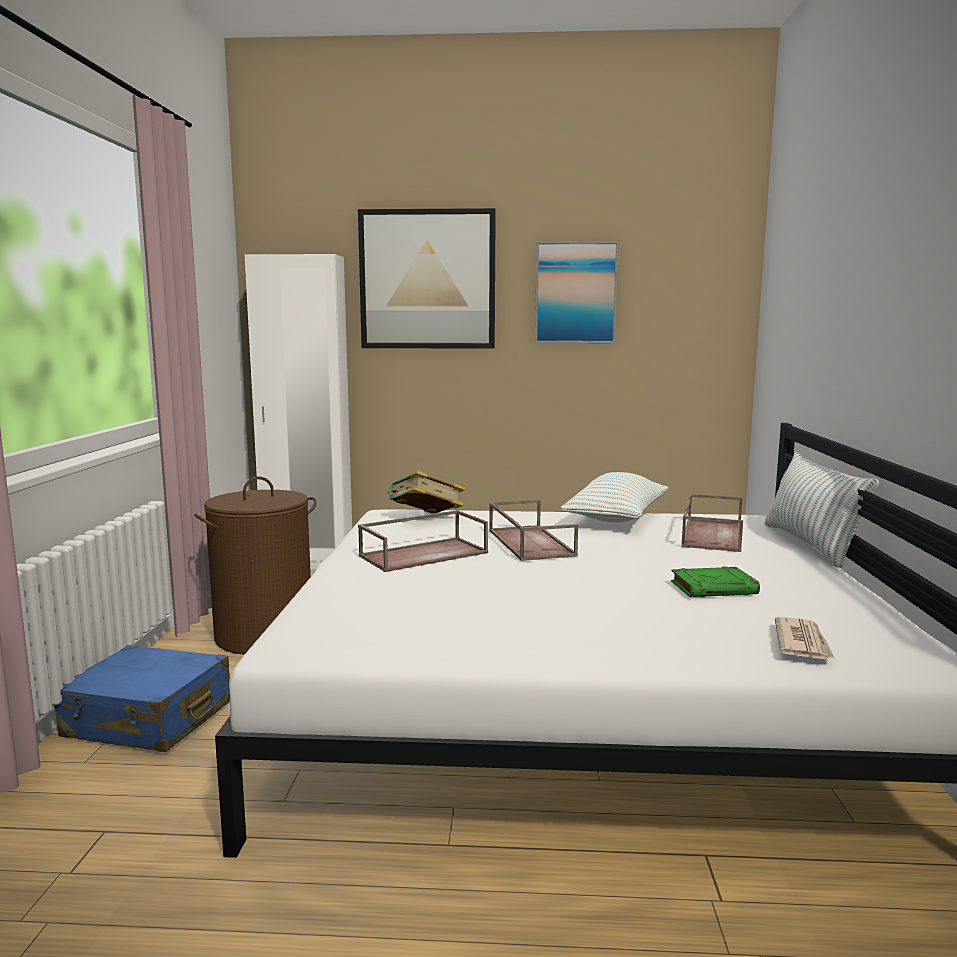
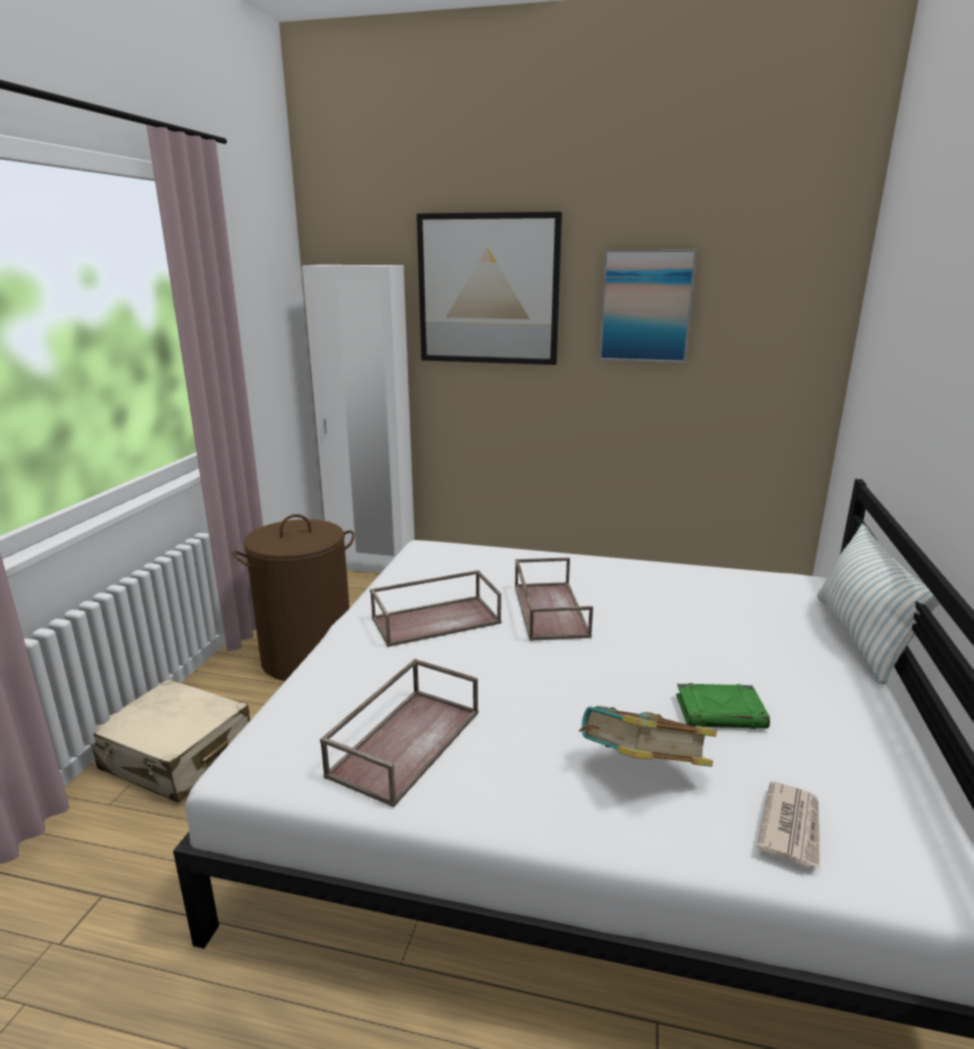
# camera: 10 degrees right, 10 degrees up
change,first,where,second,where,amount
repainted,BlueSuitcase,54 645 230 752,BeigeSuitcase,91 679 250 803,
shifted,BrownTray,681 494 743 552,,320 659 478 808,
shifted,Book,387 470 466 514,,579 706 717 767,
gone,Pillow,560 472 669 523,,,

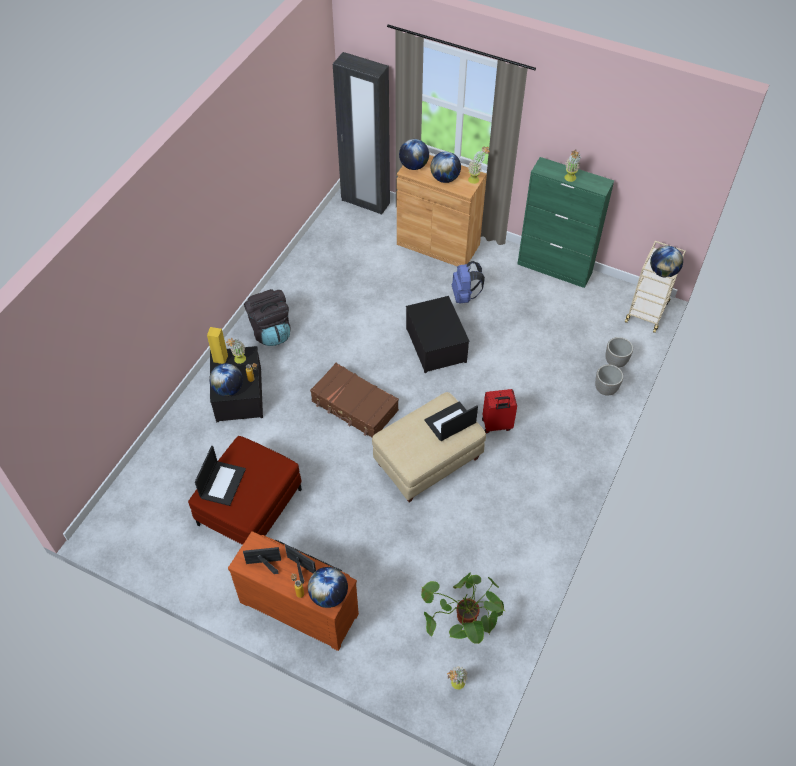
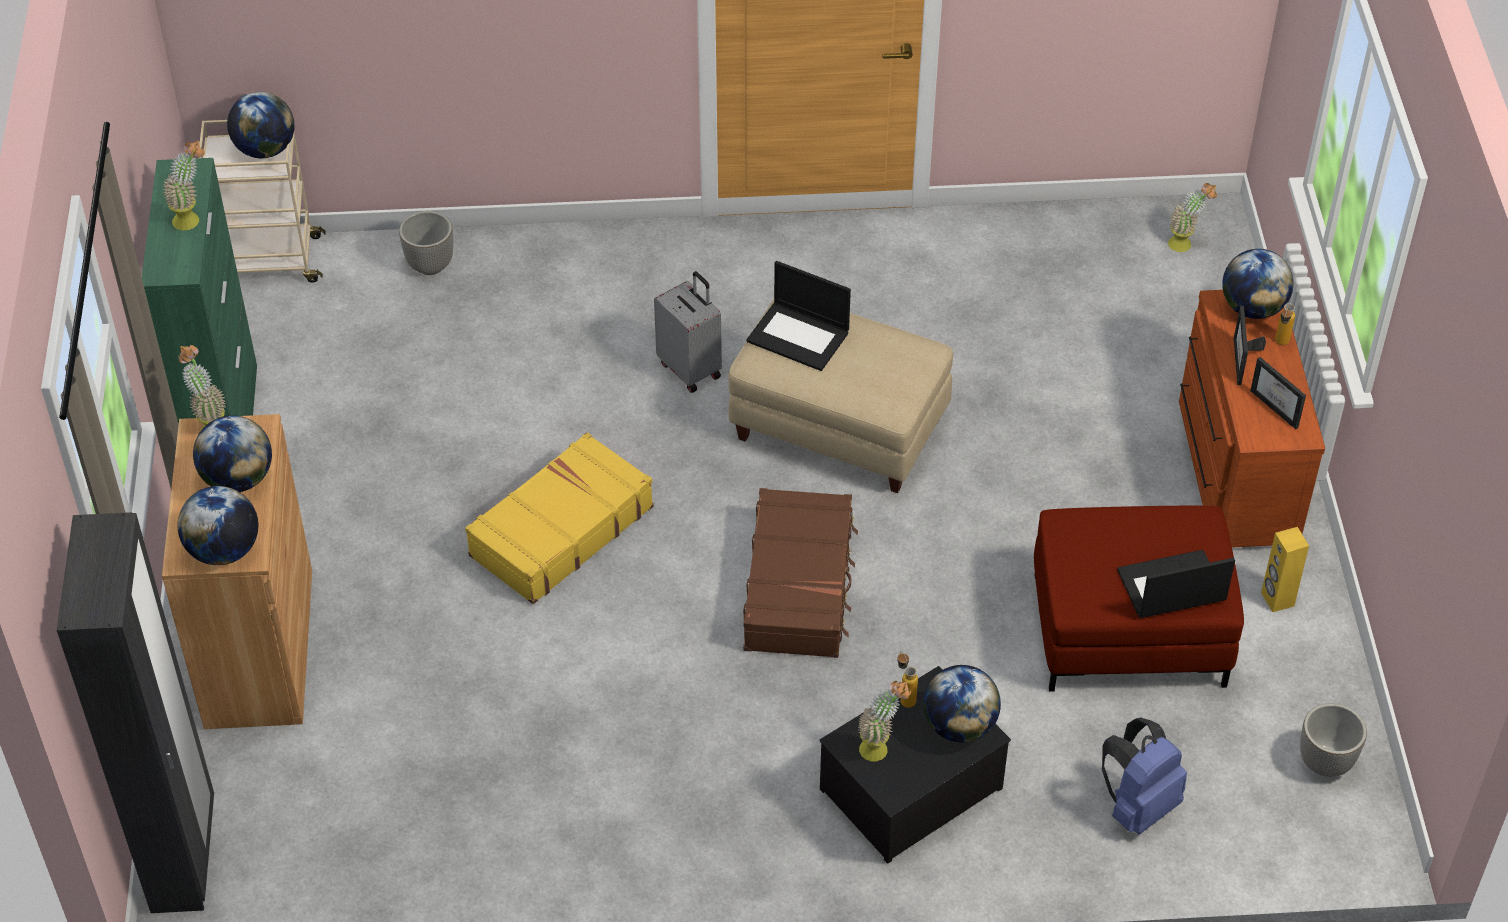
# camera: 120 degrees left, 5 degrees down
change,first,where,second,where,amount
swapped,StorageBox,406 296 470 373,YellowSuitcase,465 432 653 604,
repainted,RedSuitcase,482 389 517 433,GreySuitcase,654 271 722 393,
shifted,BlueBackpack,452 261 485 304,,1102 717 1187 834,
shifted,YellowSpeaker,207 327 228 364,,1261 527 1309 612,
shifted,Planter,595 365 623 396,,1300 703 1367 777,
gone,BlackBackpack,244 289 291 346,,,
gone,PottedPlant,421 573 505 644,,,

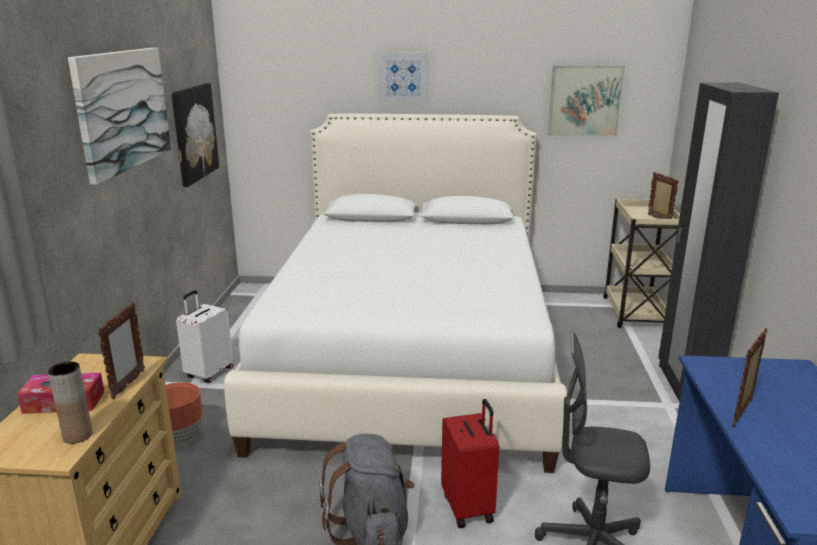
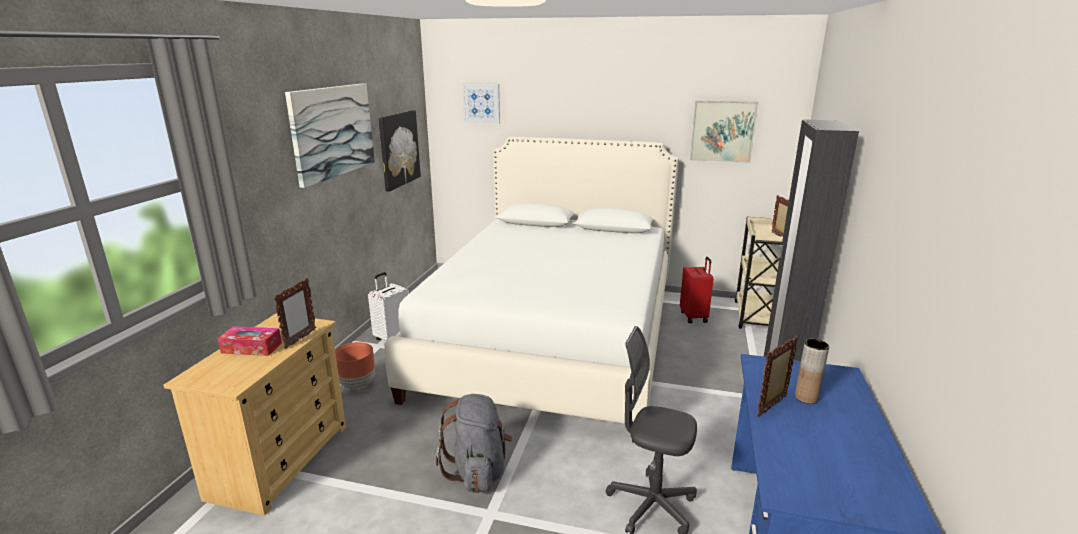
# camera: 10 degrees right, 0 degrees up
change,first,where,second,where,amount
shifted,Picture,379 53 428 103,,462 83 500 124,
shifted,RedSuitcase,441 399 499 528,,680 257 714 323,
shifted,BrownVase,48 361 93 444,,795 339 829 404,

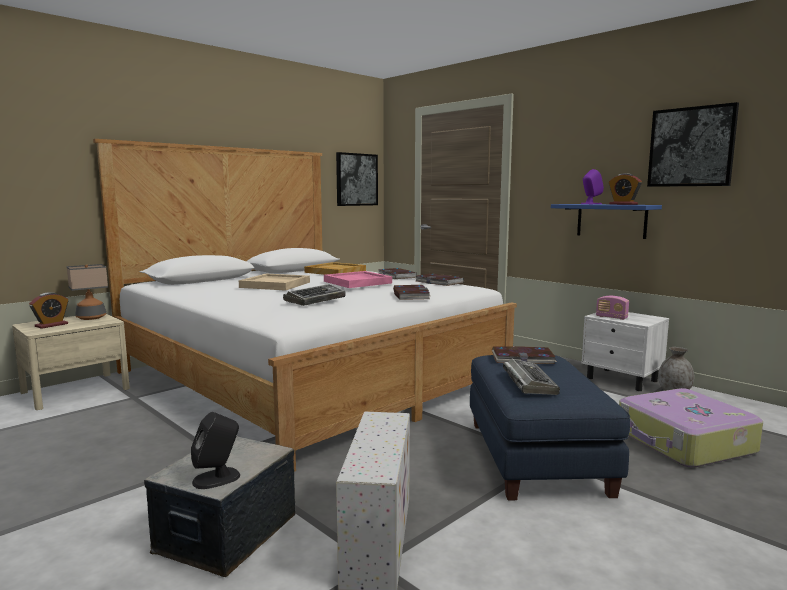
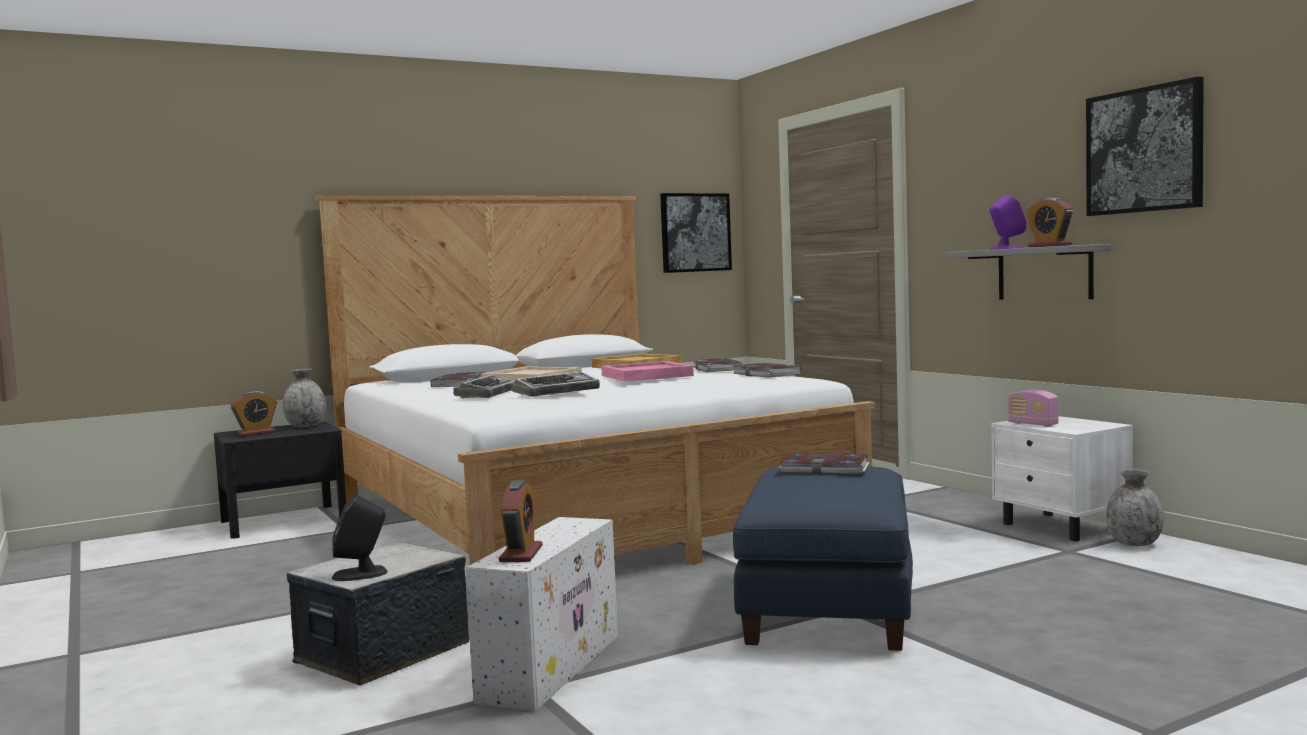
# camera: 15 degrees right, 5 degrees down
change,first,where,second,where,amount
repainted,BeigeNightstand,12 314 130 410,BlackNightstand,214 422 346 539,
swapped,TableLamp,66 264 108 320,GreyVase,283 369 326 427,
shifted,Book,393 285 431 300,,431 372 486 387,
shifted,Keyboard,503 359 560 395,,453 375 515 399,
new,,,AlarmClock,499 480 543 562,
repainted,BlueShelf,551 204 662 239,GreyShelf,946 244 1111 299,
gone,Suitcase,619 388 763 468,,,

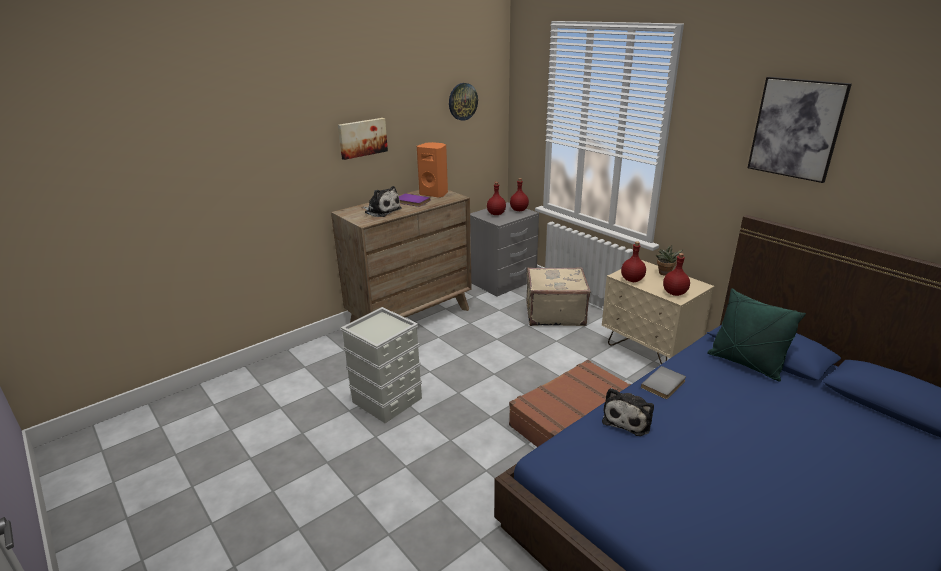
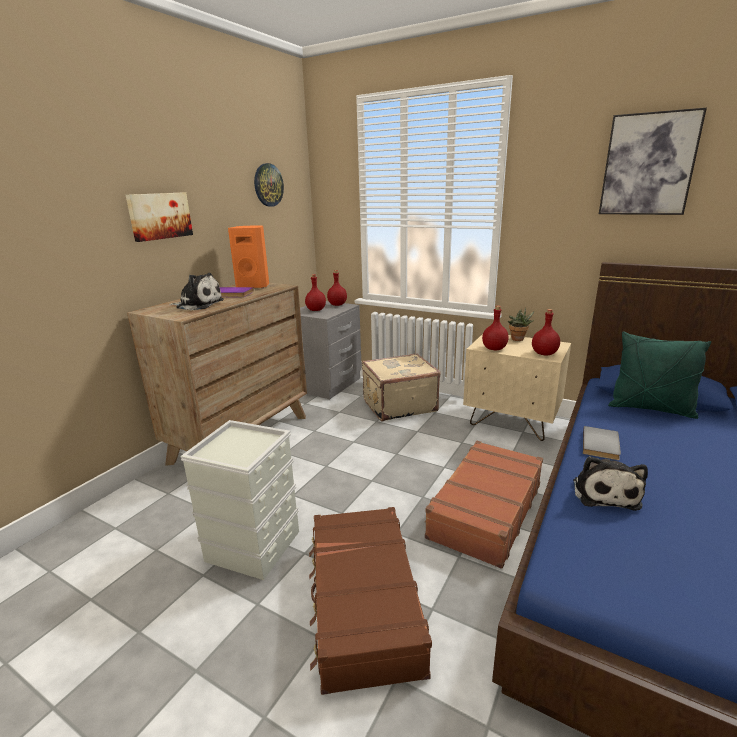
# camera: 20 degrees left, 5 degrees down
change,first,where,second,where,amount
new,,,BrownSuitcase,309 507 432 695,

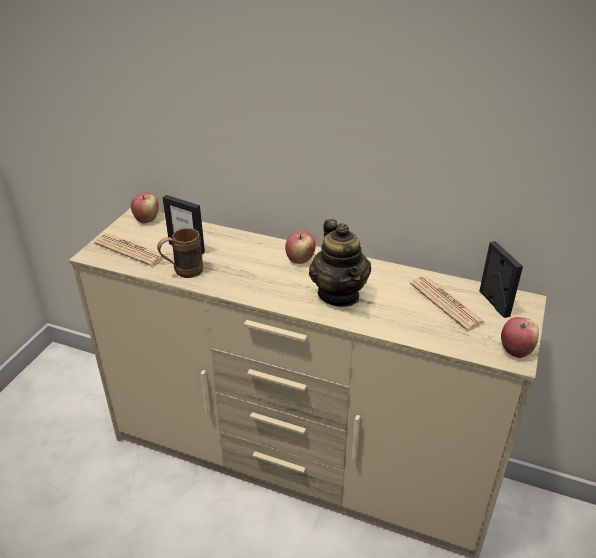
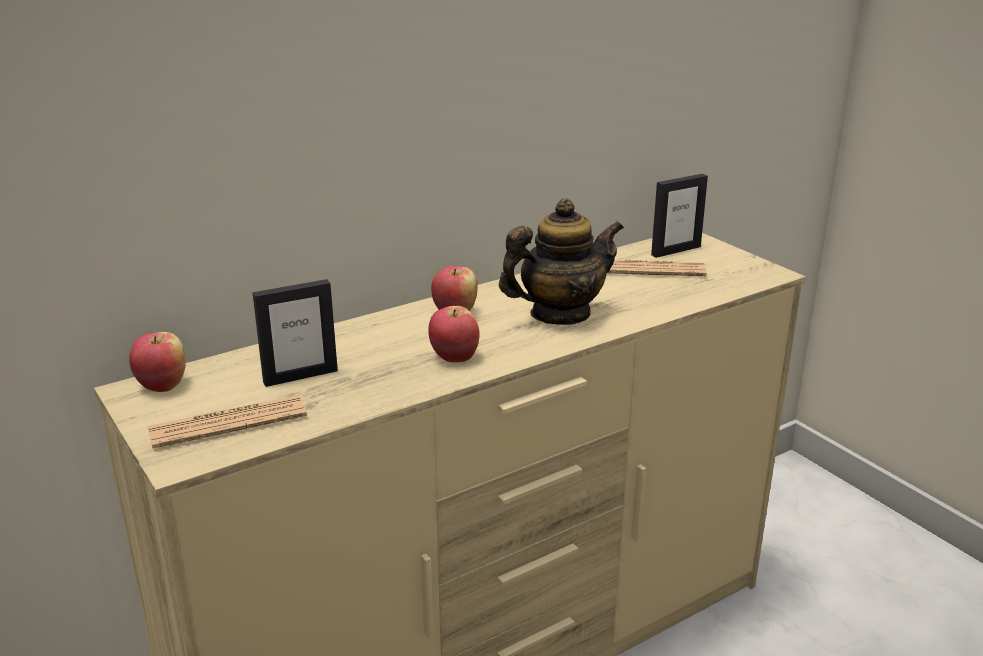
# camera: 55 degrees left, 10 degrees down
change,first,where,second,where,amount
shifted,Apple,501 317 539 358,,428 306 480 363,
rotated,Teapot,309 219 371 307,,499 198 624 325,45 degrees counterclockwise
rotated,PictureFrame,479 241 523 318,,651 174 708 258,135 degrees clockwise
gone,BrownMug,157 228 203 278,,,

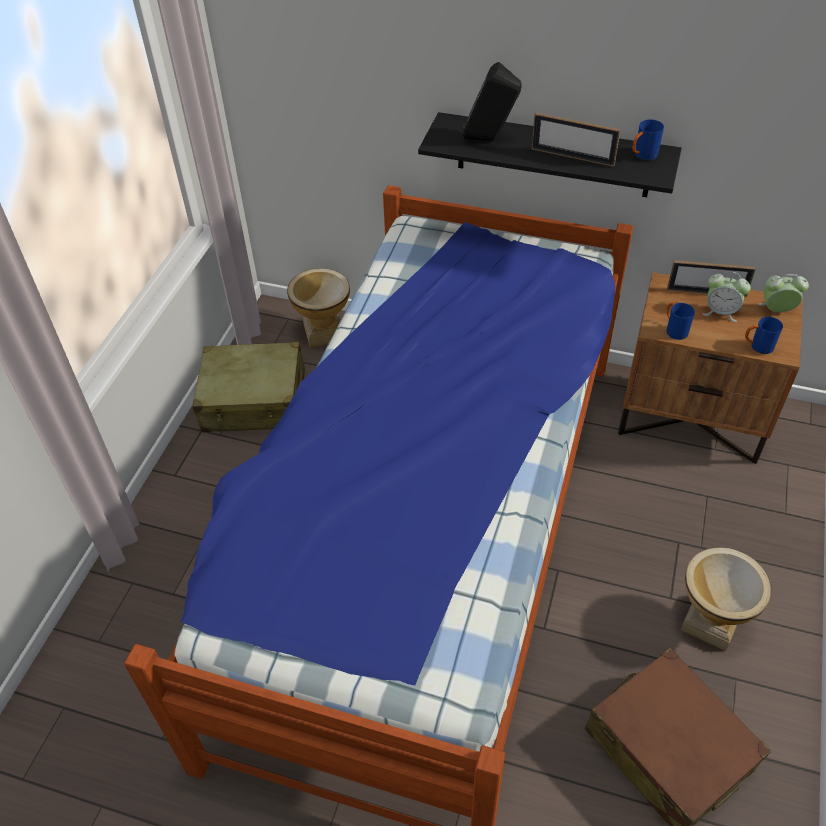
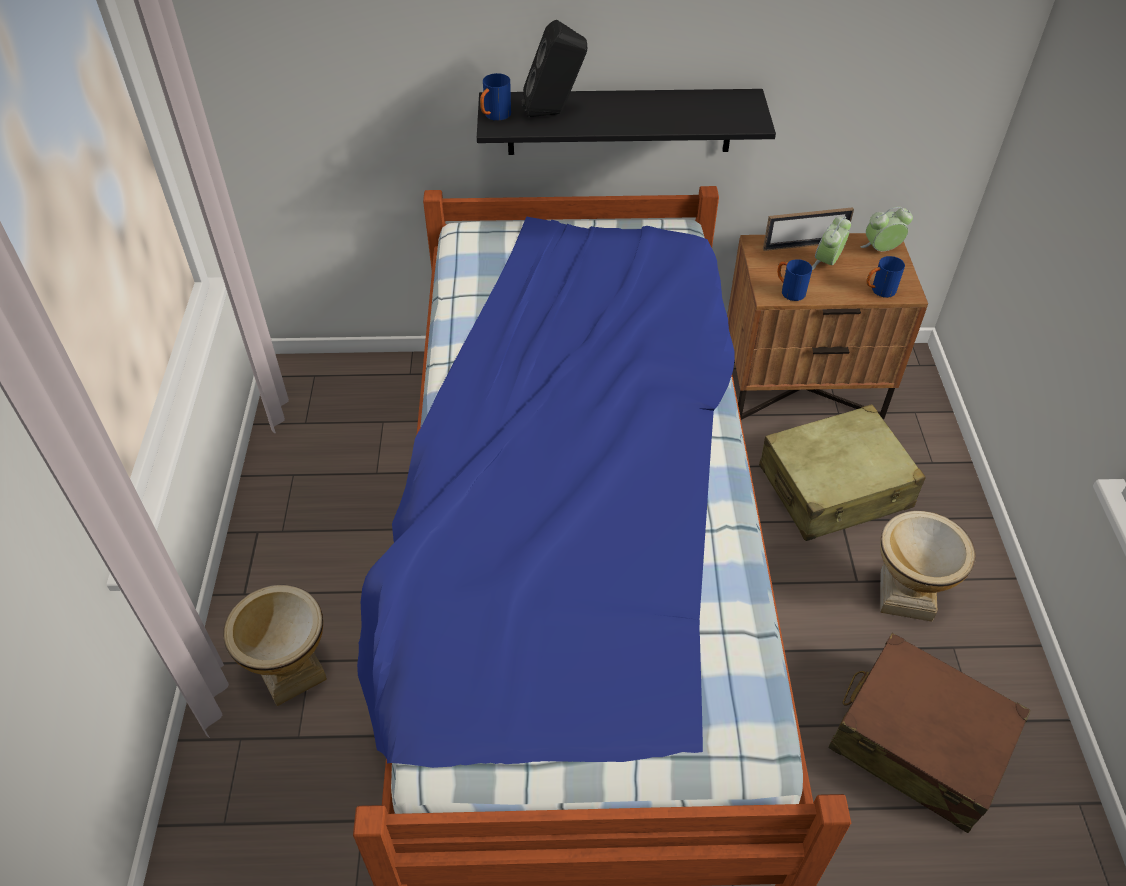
# camera: 20 degrees left, 0 degrees up
change,first,where,second,where,amount
shifted,Vase,287 268 350 348,,223 585 327 706,
shifted,BlueMug,632 119 664 160,,480 73 511 121,
shifted,BeigeSuitcase,192 342 305 432,,759 404 926 541,
rotated,AlarmClock,703 271 751 322,,812 216 851 270,120 degrees clockwise
gone,PictureFrame,532 112 621 167,,,

